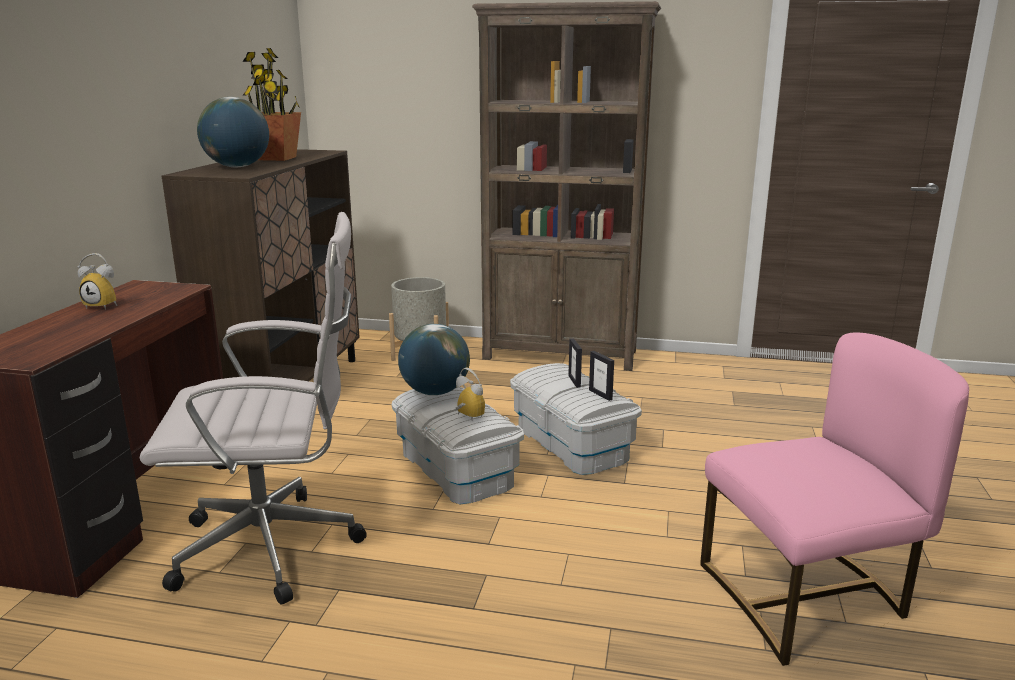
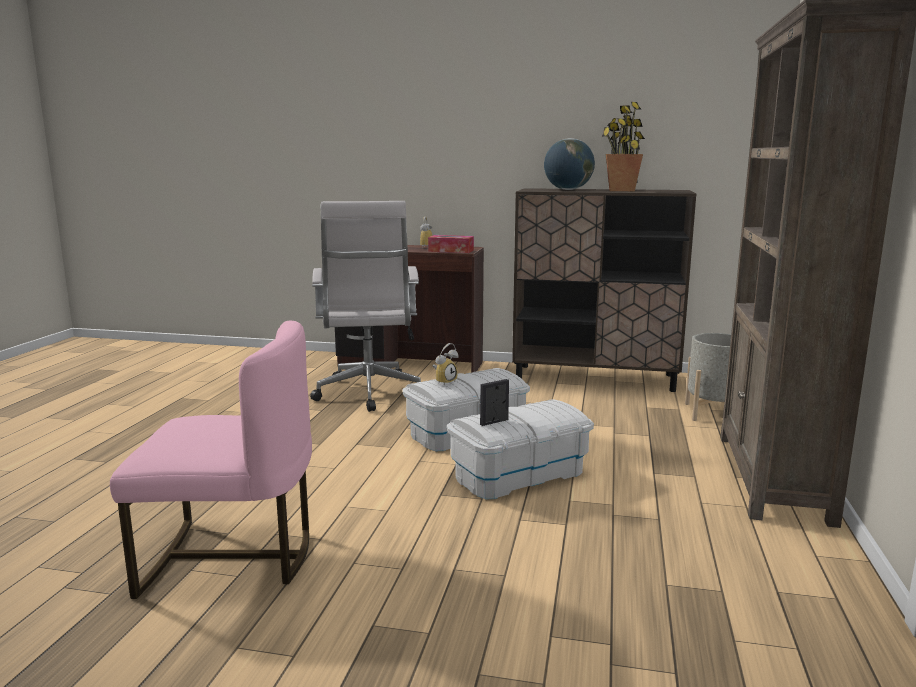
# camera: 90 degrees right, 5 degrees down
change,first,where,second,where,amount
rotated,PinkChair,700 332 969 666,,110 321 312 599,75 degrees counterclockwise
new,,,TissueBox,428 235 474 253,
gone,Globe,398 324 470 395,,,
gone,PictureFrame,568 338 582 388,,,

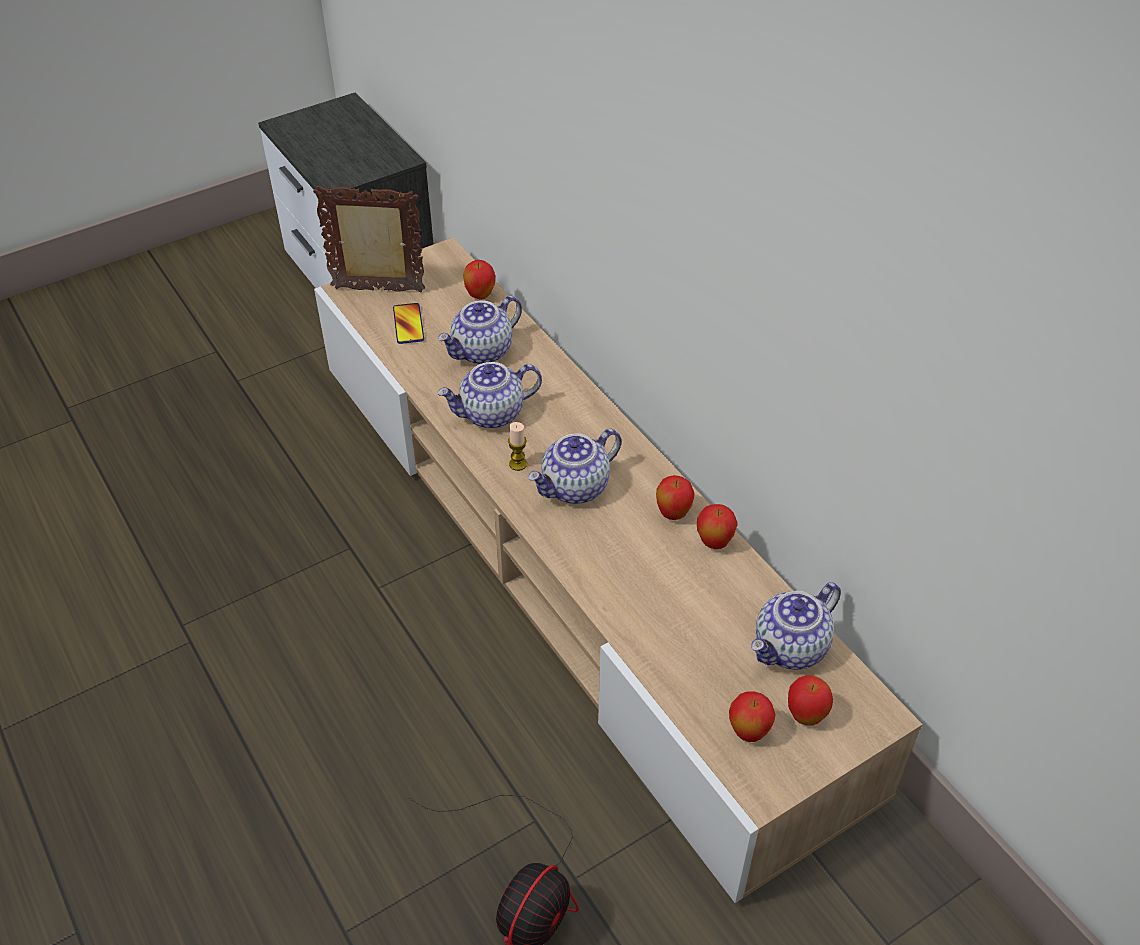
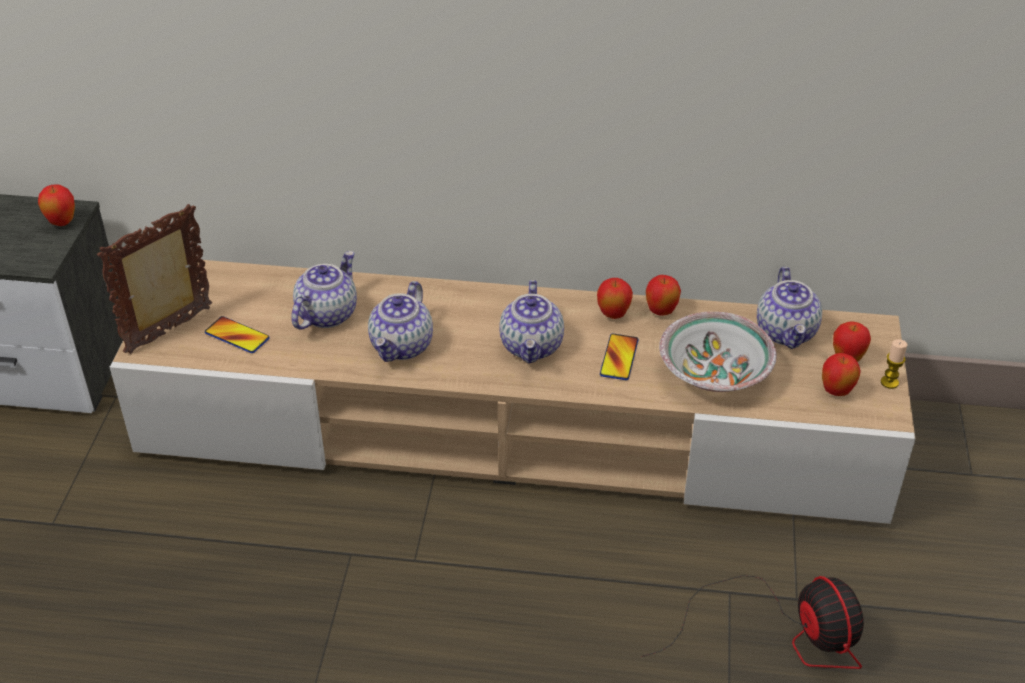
# camera: 50 degrees left, 5 degrees down
change,first,where,second,where,amount
shifted,Apple,463 260 495 299,,38 184 75 226,
rotated,Teapot,438 295 522 364,,291 251 357 330,150 degrees counterclockwise
new,,,Phone,600 334 638 380,
new,,,Bowl,659 312 777 392,
shifted,Candle,508 422 527 471,,881 339 908 389,

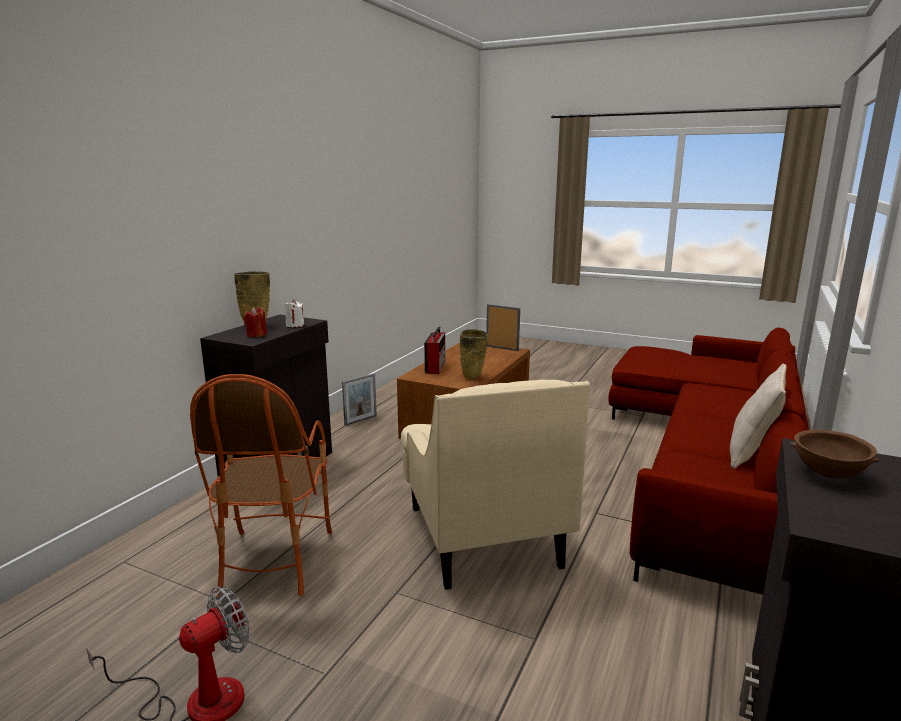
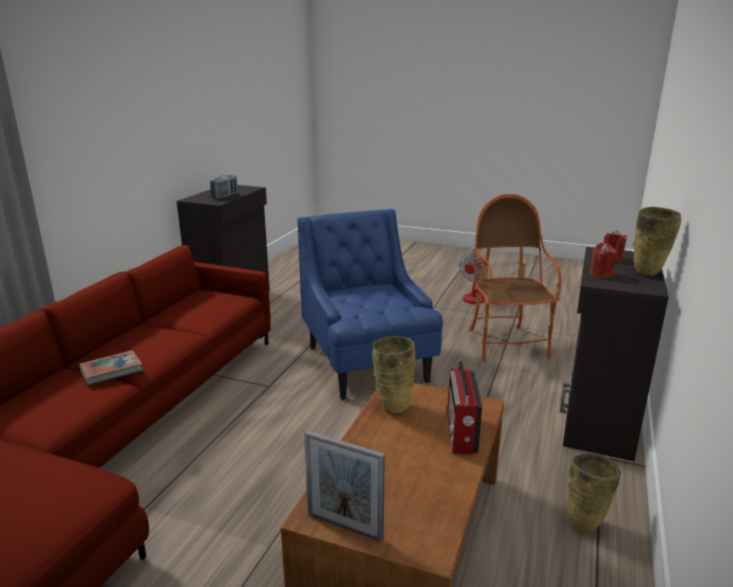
# camera: 175 degrees right, 5 degrees up
change,first,where,second,where,amount
new,,,Book,79 350 143 386,
swapped,BrownBowl,790 430 880 479,Radio,210 175 238 199,
repainted,BeigeArmchair,401 380 590 590,BlueArmchair,298 209 443 399,
swapped,PictureFrame,342 373 377 426,BeigeVase,567 453 621 533,
repainted,WhiteCandle,284 300 304 327,RedCandle,590 243 616 278,
gone,BeigePillow,730 364 787 469,,,

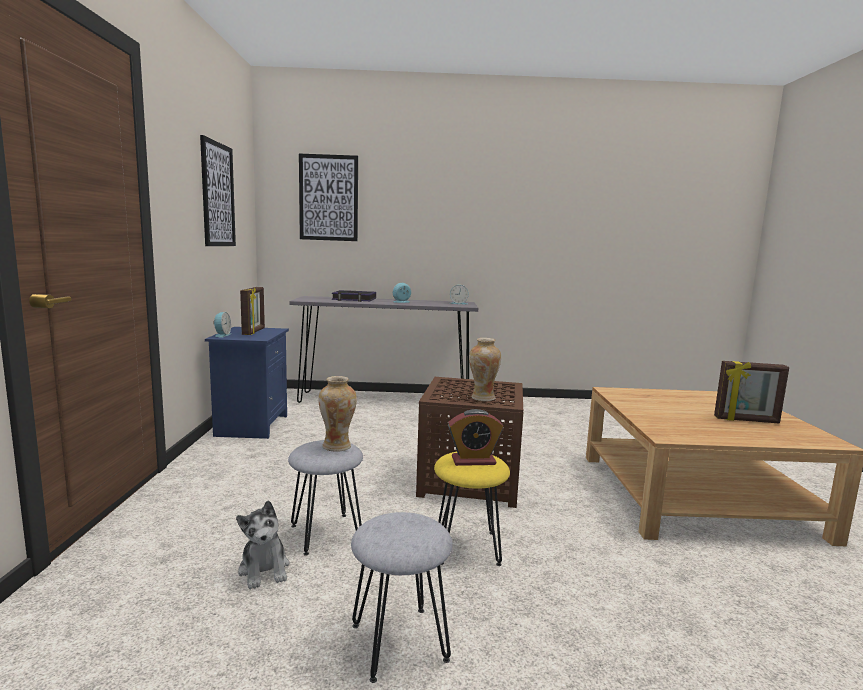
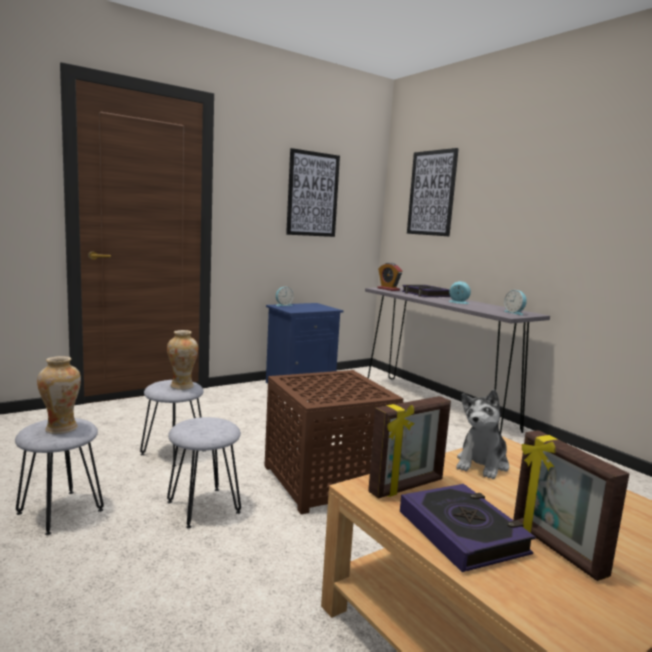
# camera: 55 degrees right, 0 degrees up
change,first,where,second,where,amount
shifted,Vase,469 338 501 401,,37 356 81 434,
repainted,YellowStool,434 452 510 566,GreyStool,167 417 241 528,
shifted,PictureFrame,240 287 265 335,,368 396 451 498,
shifted,AlarmClock,448 409 503 466,,377 263 402 291,
new,,,Book,400 484 536 572,
shifted,PlushToy,236 500 289 589,,456 389 509 479,

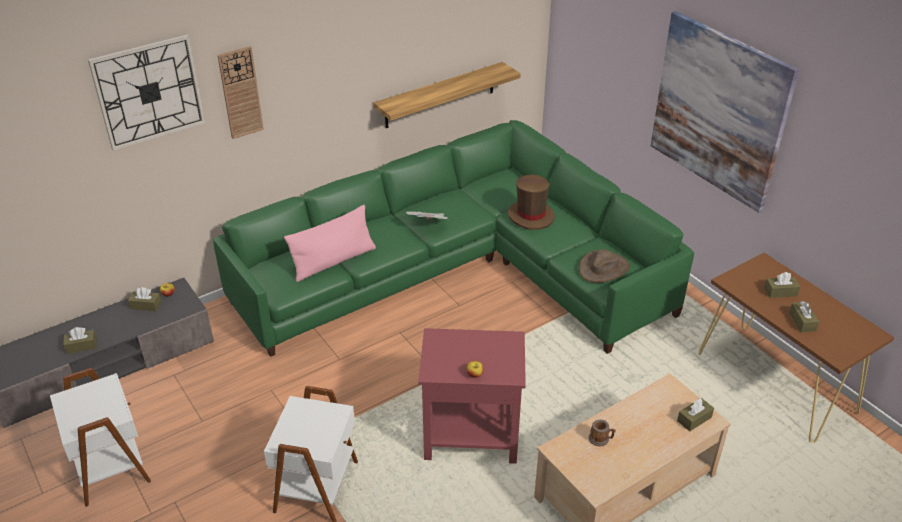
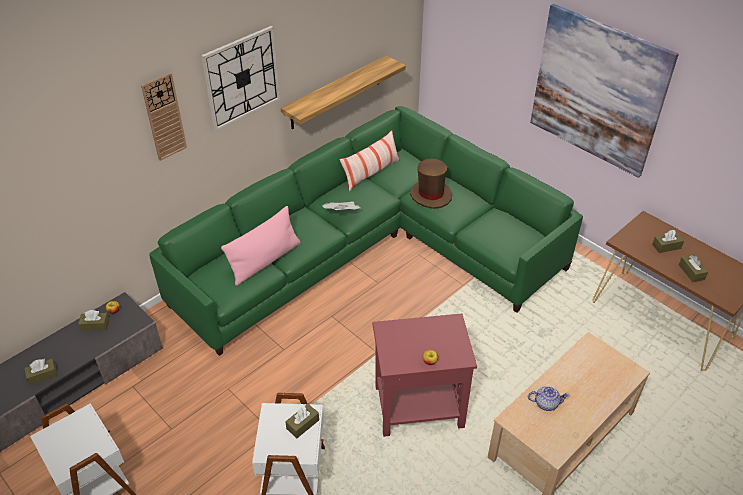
# camera: 10 degrees left, 5 degrees up
change,first,where,second,where,amount
shifted,WallClock,88 34 206 151,,201 26 280 131,
shifted,BrownTissueBox,677 398 714 431,,285 404 319 438,
new,,,Pillow,340 130 400 191,
swapped,Mug,589 420 616 446,Teapot,528 386 570 411,
gone,BrownHat,579 249 630 283,,,

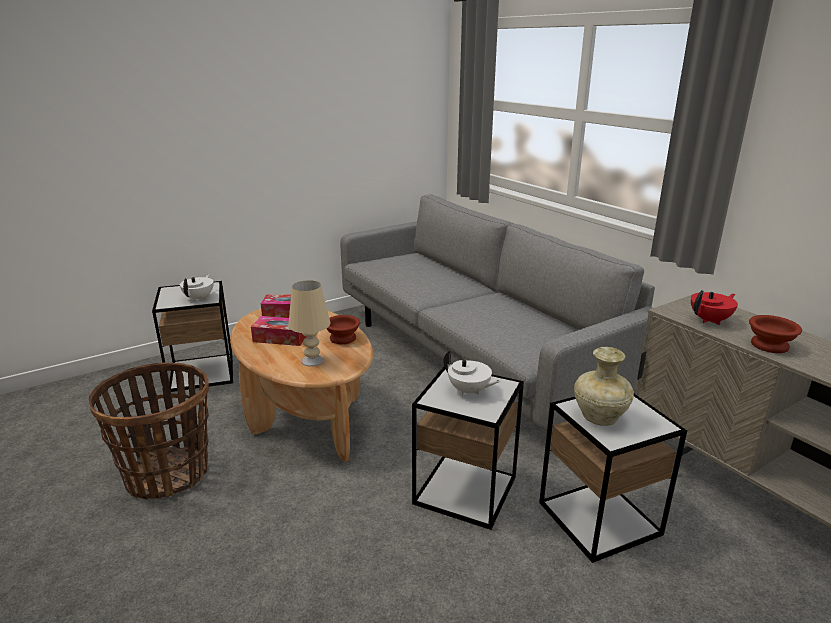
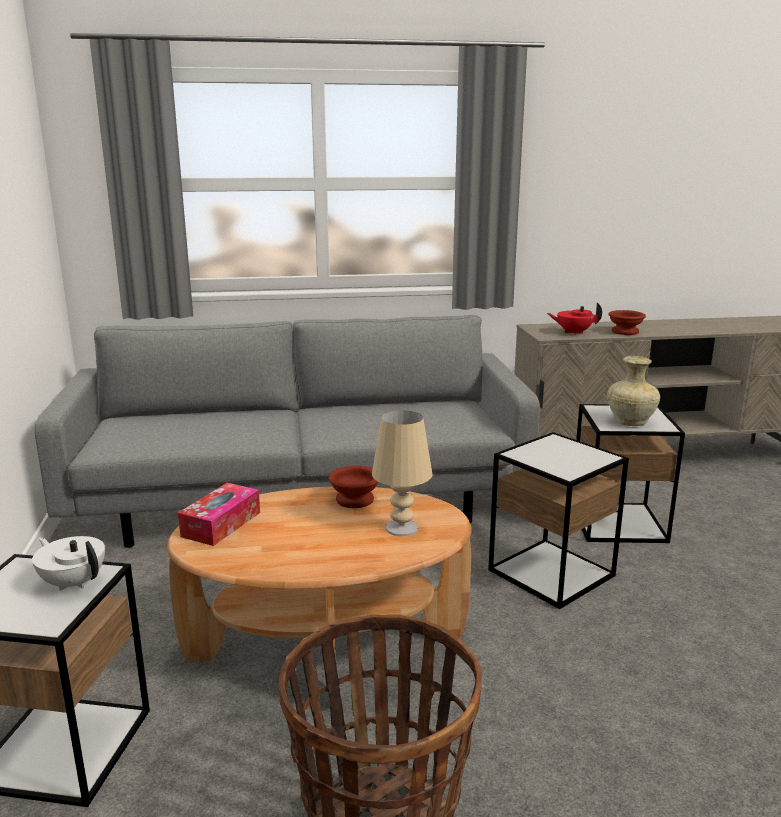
# camera: 65 degrees left, 5 degrees down
change,first,where,second,where,amount
rotated,RedTeapot,691 290 738 325,,547 303 602 335,75 degrees counterclockwise
gone,TissueBox,251 316 306 346,,,
gone,WhiteTeapot,444 351 501 396,,,

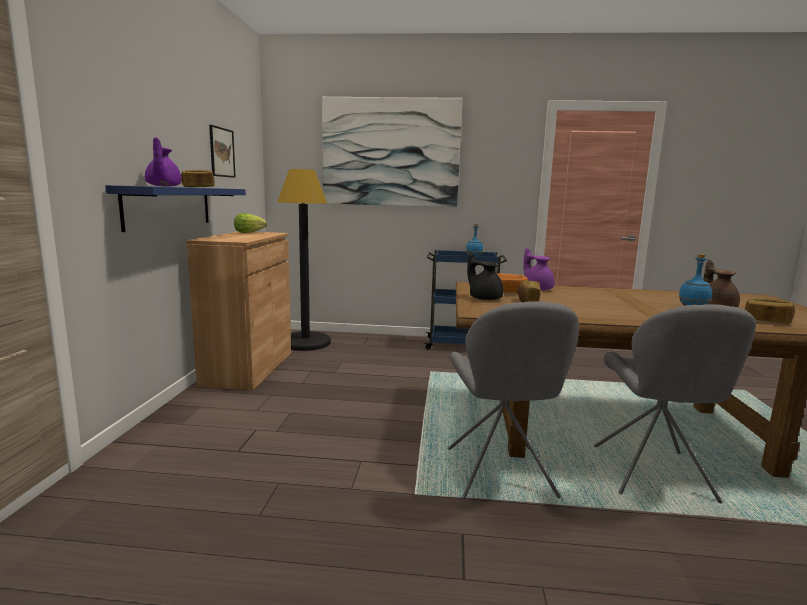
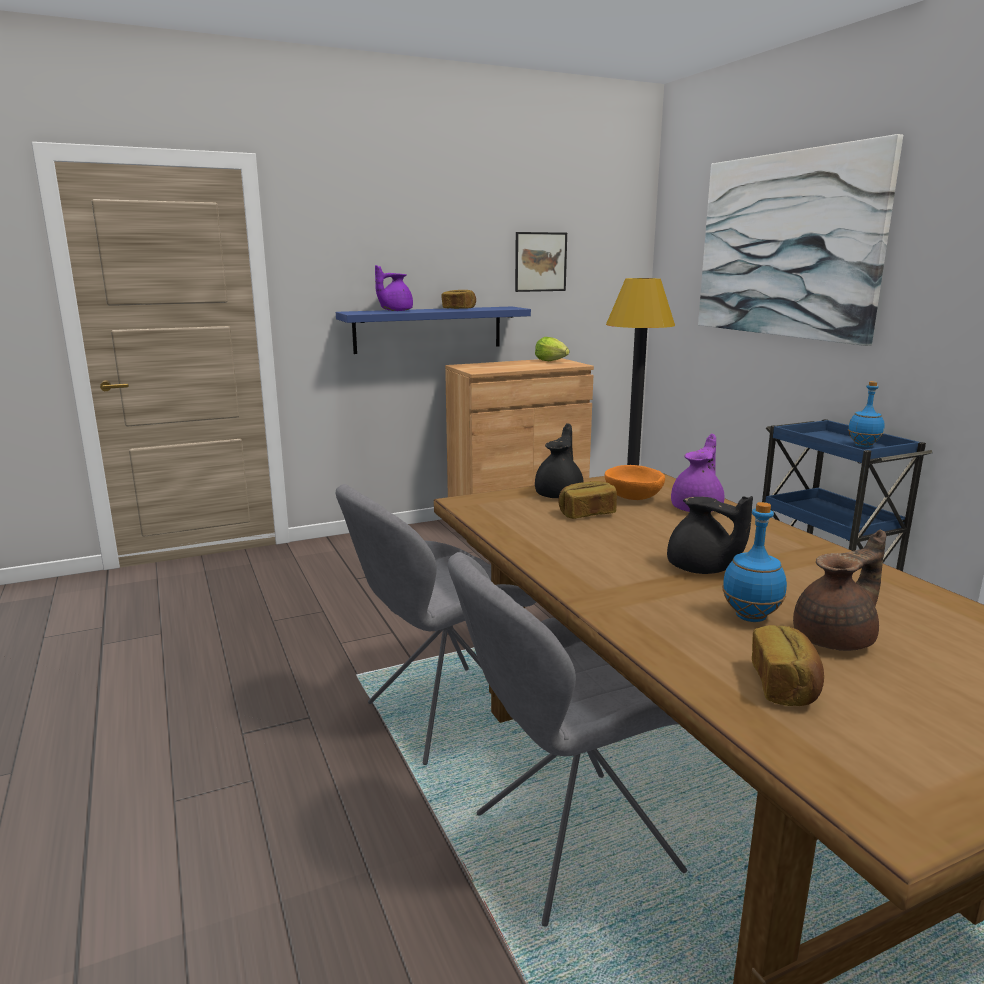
# camera: 60 degrees right, 5 degrees up
change,first,where,second,where,amount
new,,,BlackTeapot,667 496 753 574,

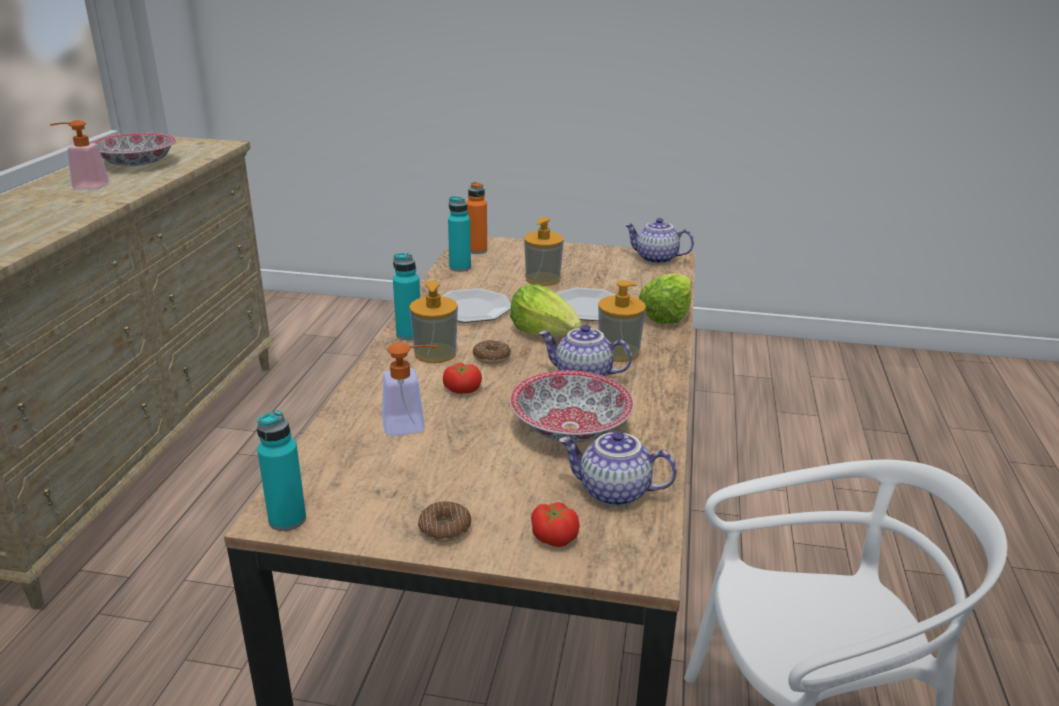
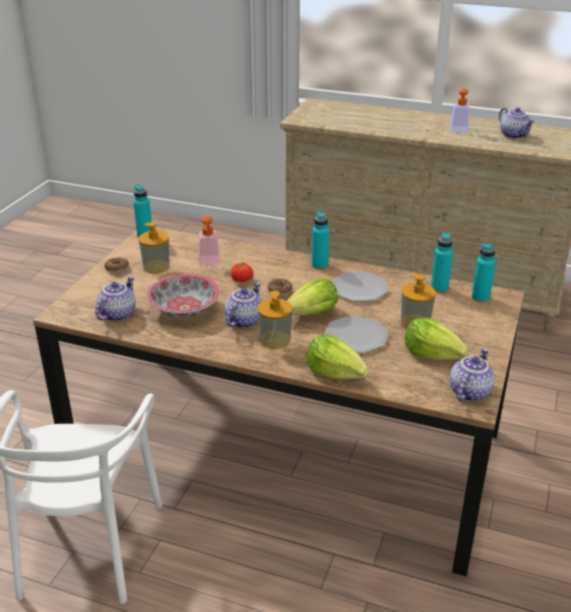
# camera: 100 degrees right, 5 degrees up
change,first,where,second,where,amount
shifted,SoapDispenser,409 281 458 363,,138 222 170 274,
new,,,Lettuce,405 318 469 360,
repainted,OrangeBottle,466 182 487 254,TurquoiseBottle,472 243 496 302,
swapped,Bowl,92 133 176 166,Teapot,499 108 534 139,
gone,Tomato,531 502 580 547,,,

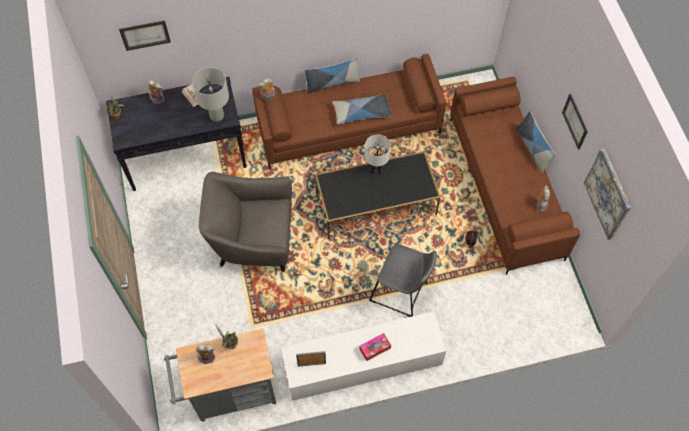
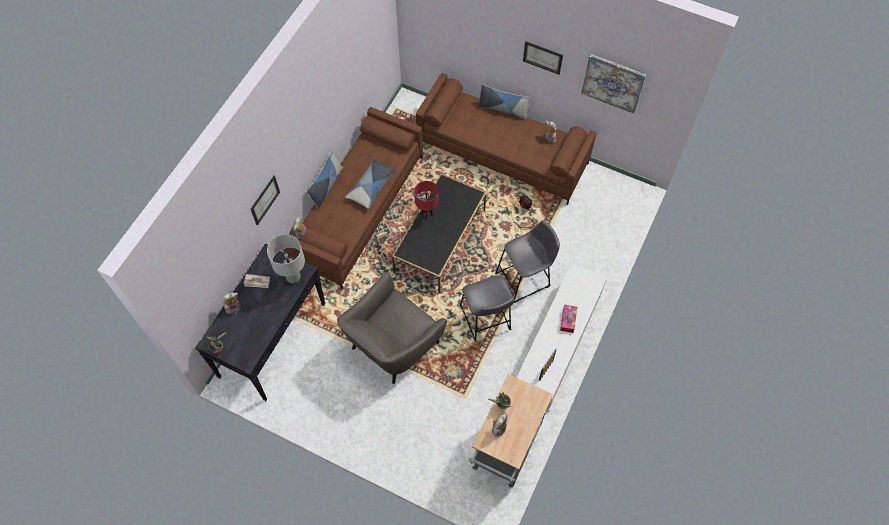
# camera: 50 degrees left, 0 degrees up
change,first,where,second,where,amount
shifted,Picture,119 20 171 51,,251 176 280 225,
repainted,WhiteTableLamp,365 134 391 175,RedTableLamp,414 181 438 219,
new,,,GreyStool,460 275 515 342,

